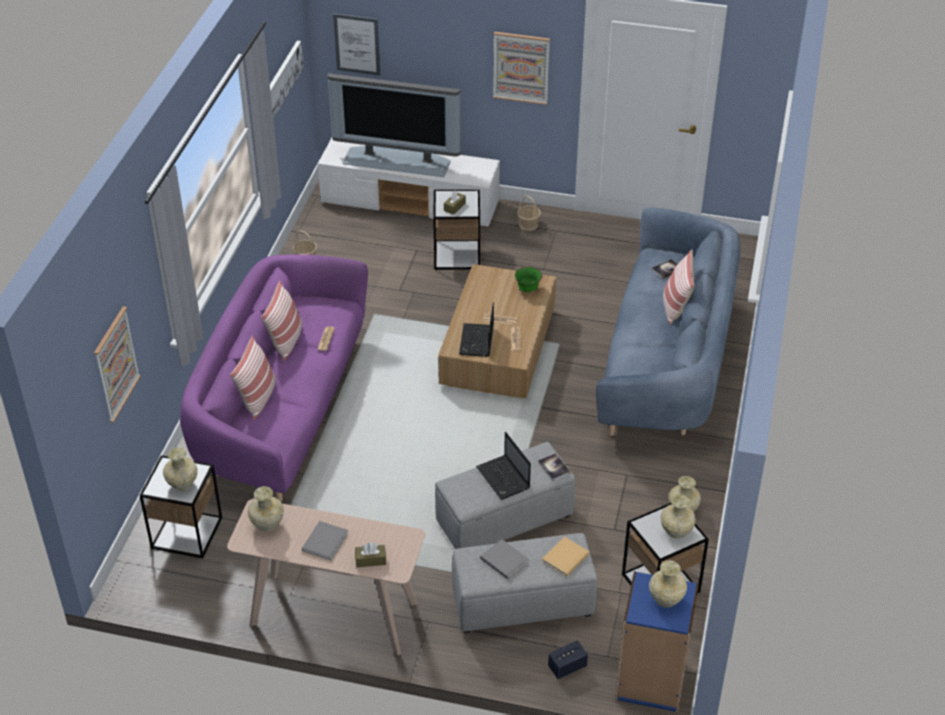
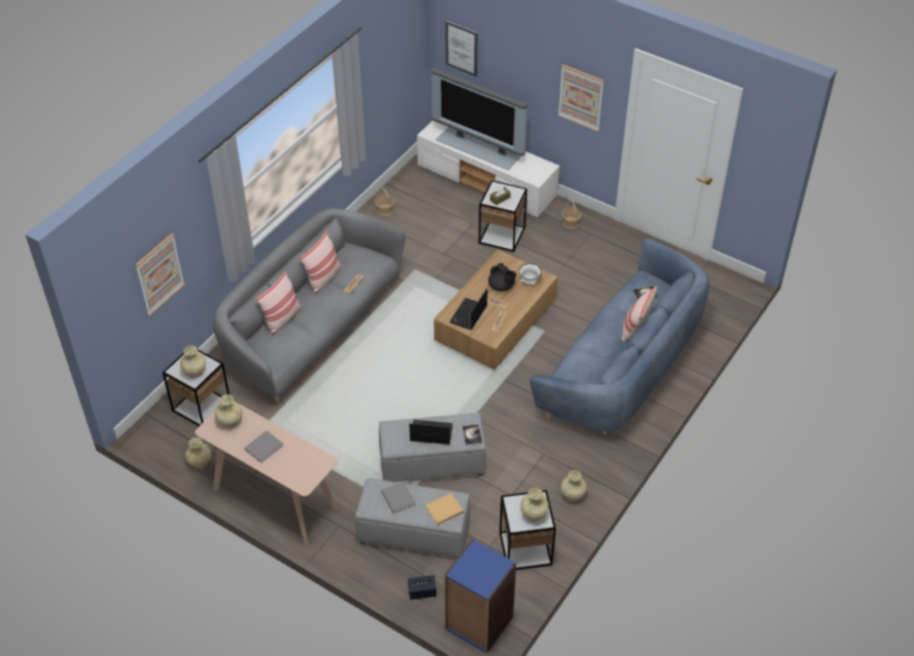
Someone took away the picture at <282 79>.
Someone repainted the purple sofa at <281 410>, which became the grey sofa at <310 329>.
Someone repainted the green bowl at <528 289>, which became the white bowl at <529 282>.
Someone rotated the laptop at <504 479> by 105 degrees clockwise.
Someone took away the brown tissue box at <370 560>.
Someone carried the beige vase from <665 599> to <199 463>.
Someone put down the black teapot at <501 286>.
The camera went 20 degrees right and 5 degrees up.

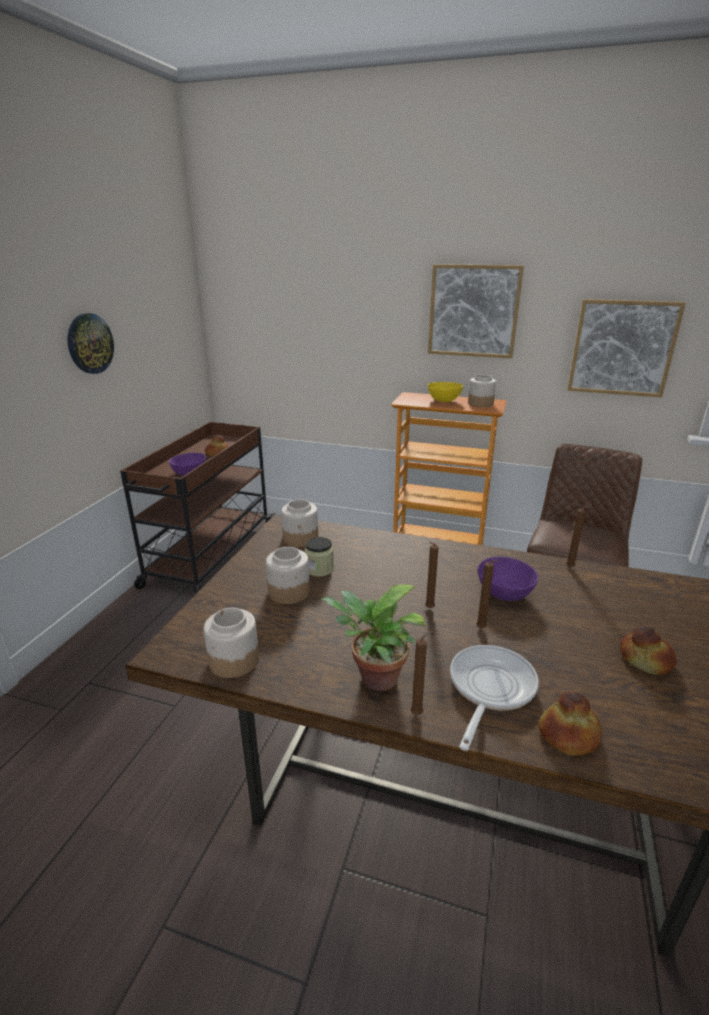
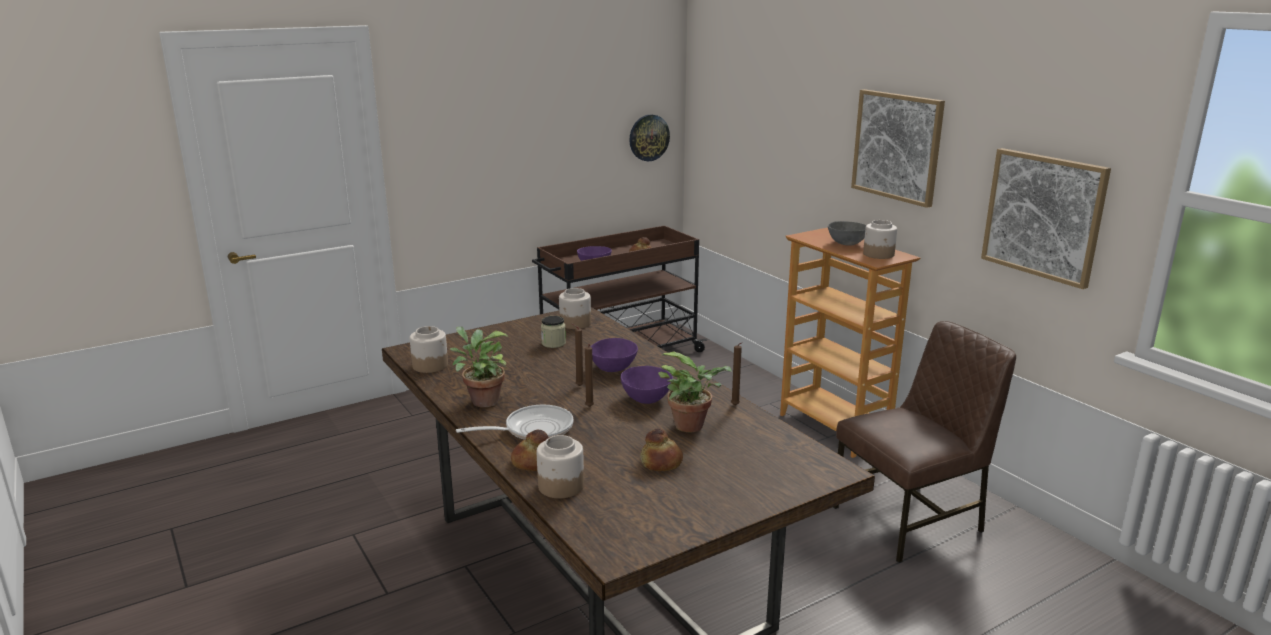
Someone carried the wall clock from <90 343> to <648 137>.
Someone repainted the yellow bowl at <444 401>, which became the grey bowl at <846 244>.
Someone carried the jar from <288 592> to <560 486>.
Someone took away the brown candle at <418 713>.
Someone put down the purple bowl at <614 368>.
Someone put down the potted plant at <693 426>.
The camera went 40 degrees right and 5 degrees down.

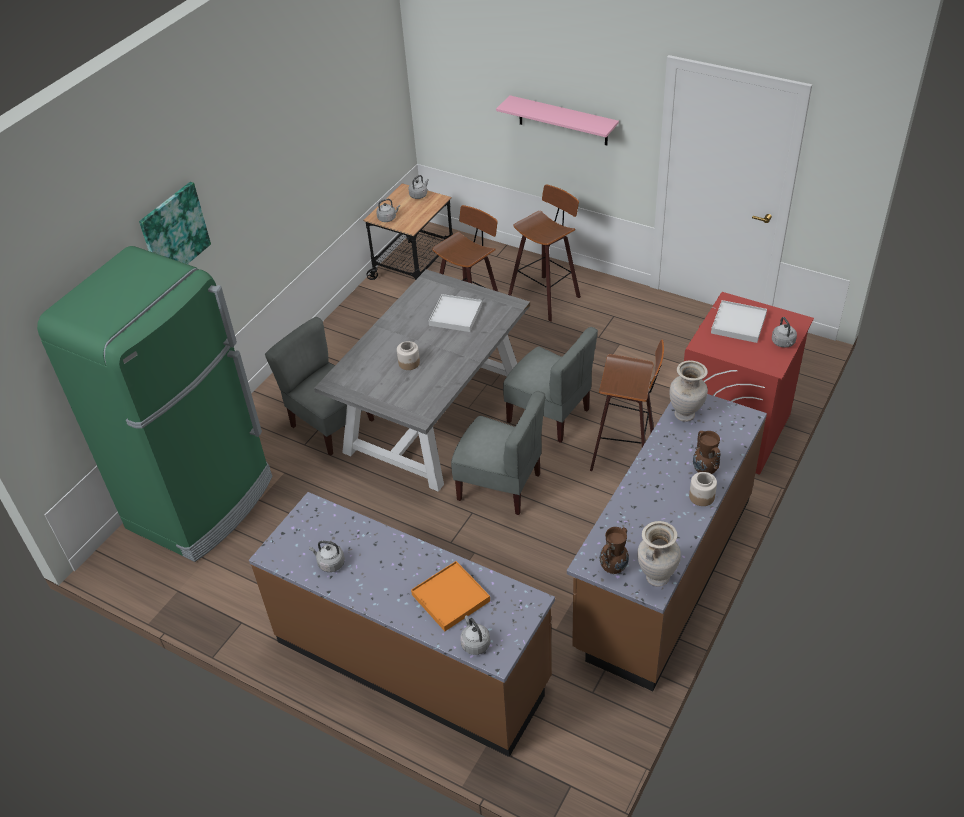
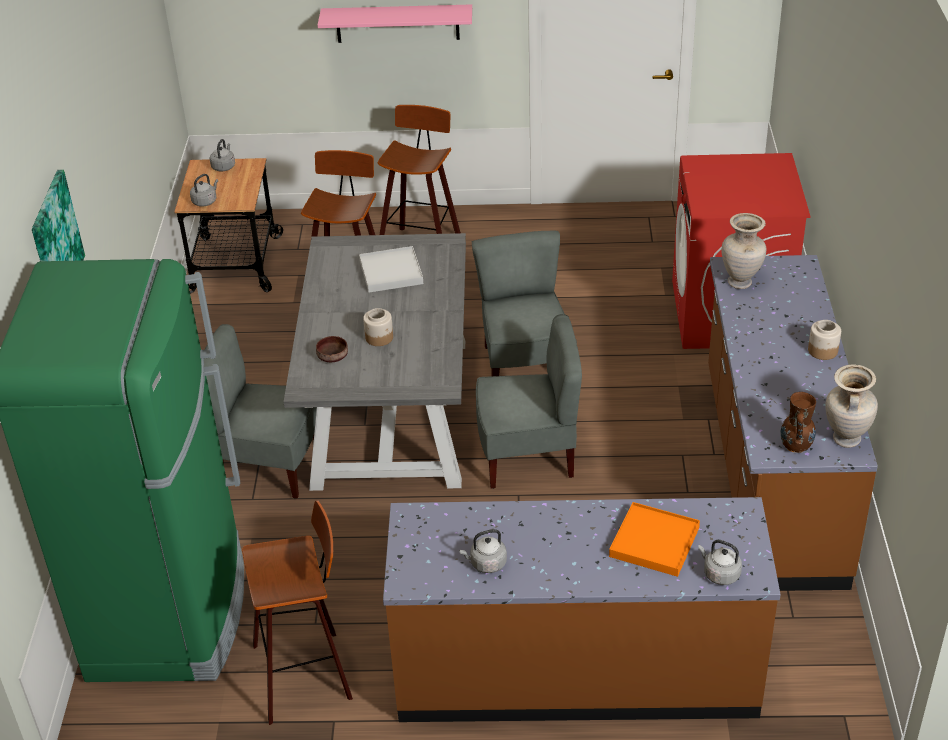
Someone took away the white tray at <738 324>.
Someone took away the grey kettle at <783 343>.
Someone rotated the grey chair at <549 415> by 105 degrees counterclockwise.
Someone carried the stool from <625 449> to <305 672>.
Someone took away the brown vase at <705 471>.
Someone put down the brown bowl at <333 356>.
The camera went 30 degrees left and 5 degrees down.

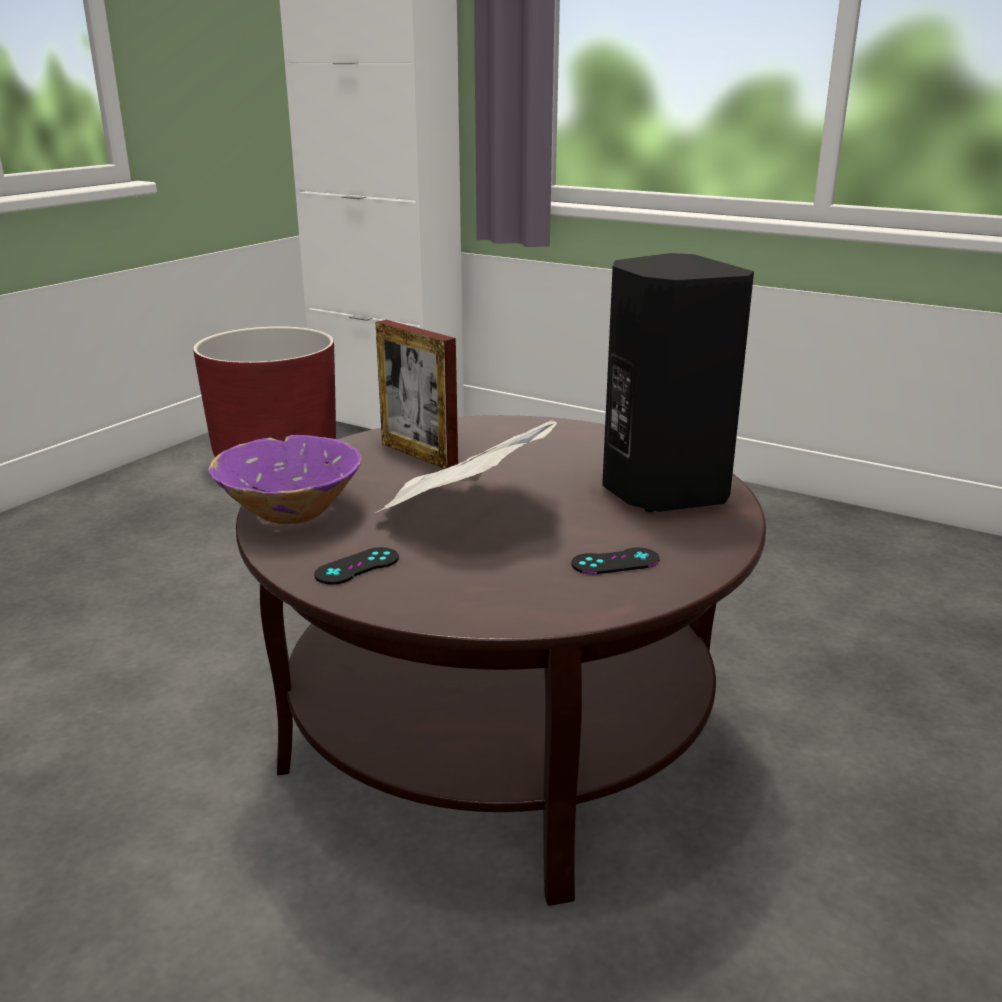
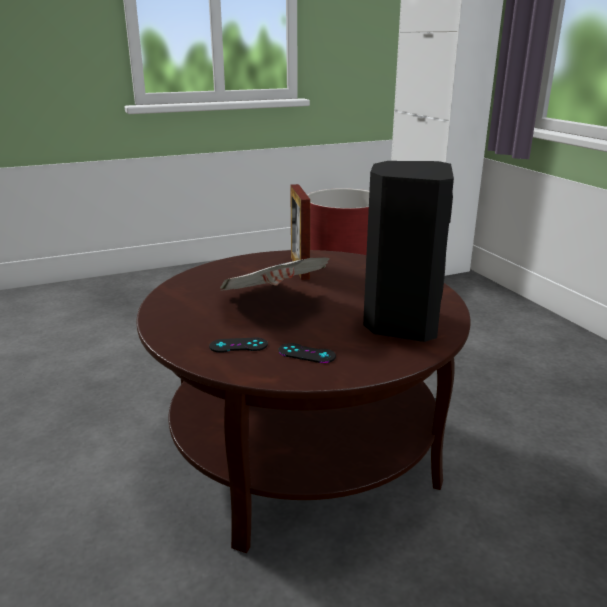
Someone took away the purple bowl at <291 513>.
Someone carried the black game controller from <357 566> to <238 345>.
The camera went 35 degrees right and 0 degrees up.

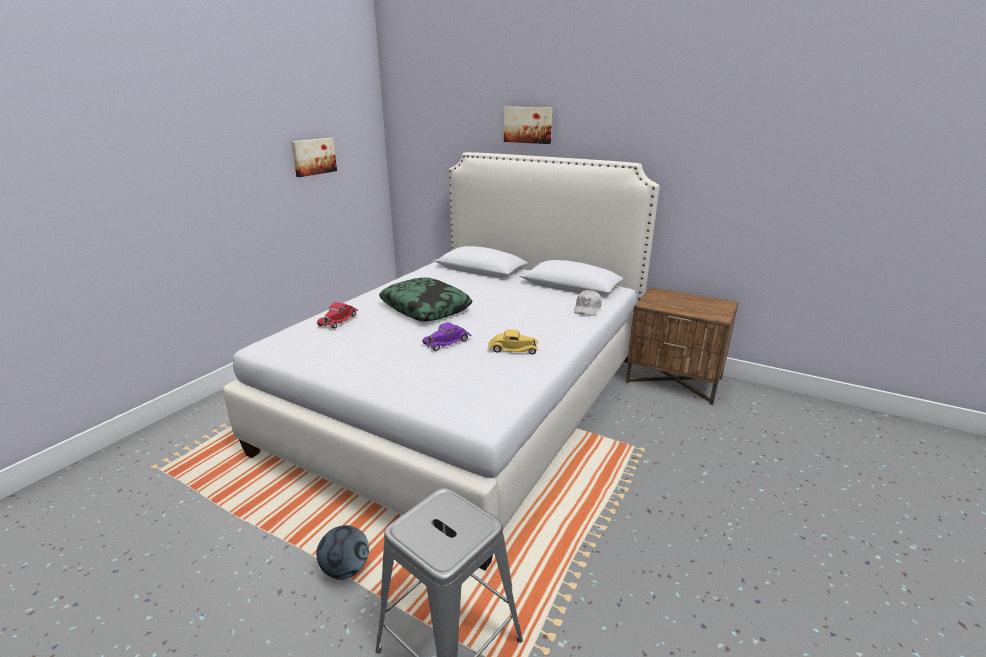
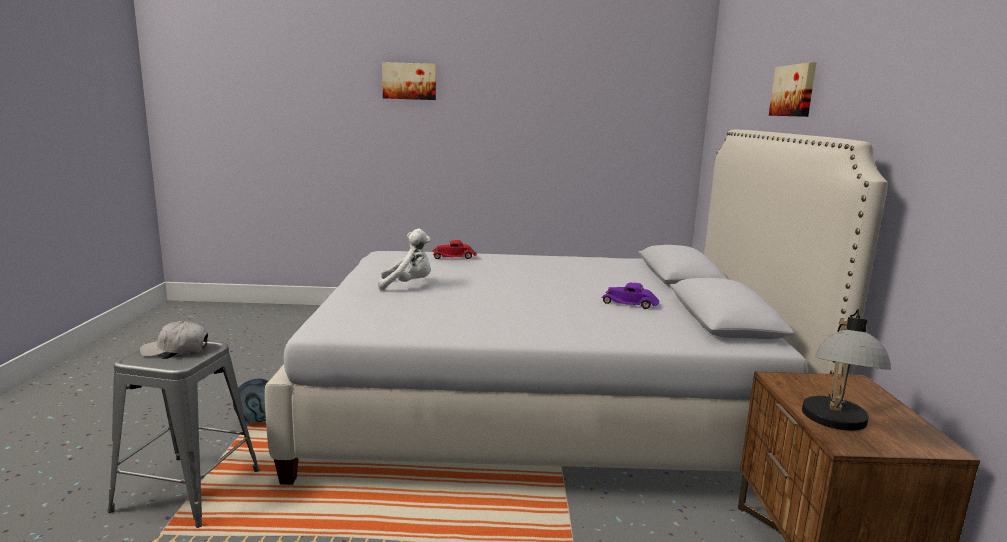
Someone carried the picture from <313 156> to <409 81>.
Someone took away the pillow at <426 308>.
Someone carried the white cap from <587 309> to <176 350>.
Someone carried the purple toy car from <447 341> to <630 303>.
Someone took away the yellow toy car at <513 348>.
Someone put down the white plush toy at <408 285>.
Someone put down the table lamp at <836 423>.
The camera went 60 degrees right and 10 degrees down.

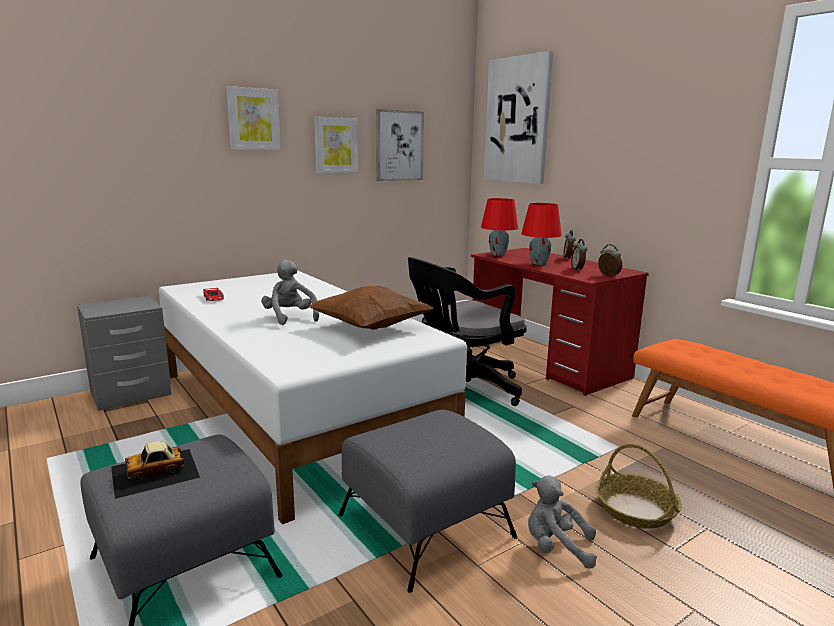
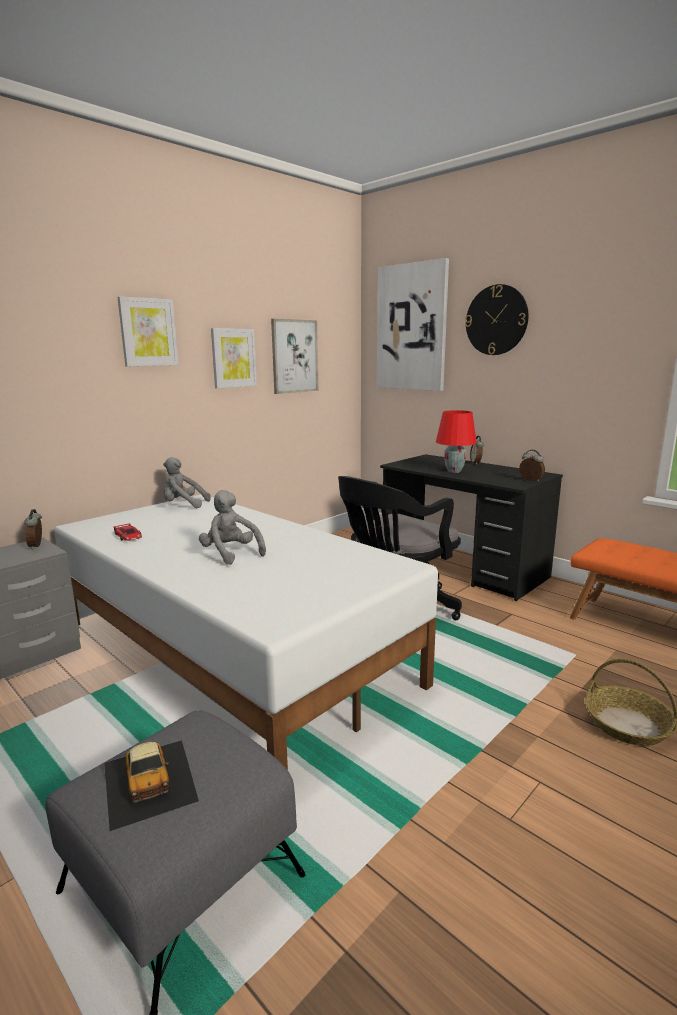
Someone took away the red table lamp at <497 255>.
Someone carried the alarm clock from <578 269> to <37 546>.
Someone repainted the red desk at <546 362>, which became the black desk at <462 567>.
Someone took away the brown pillow at <370 327>.
Someone took away the grey ottoman at <426 526>.
Someone rotated the toy car at <155 472> by 75 degrees counterclockwise.
Someone carried the grey plush toy from <556 548> to <183 505>.
Someone put up the wall clock at <496 320>.
The camera went 10 degrees left and 0 degrees up.

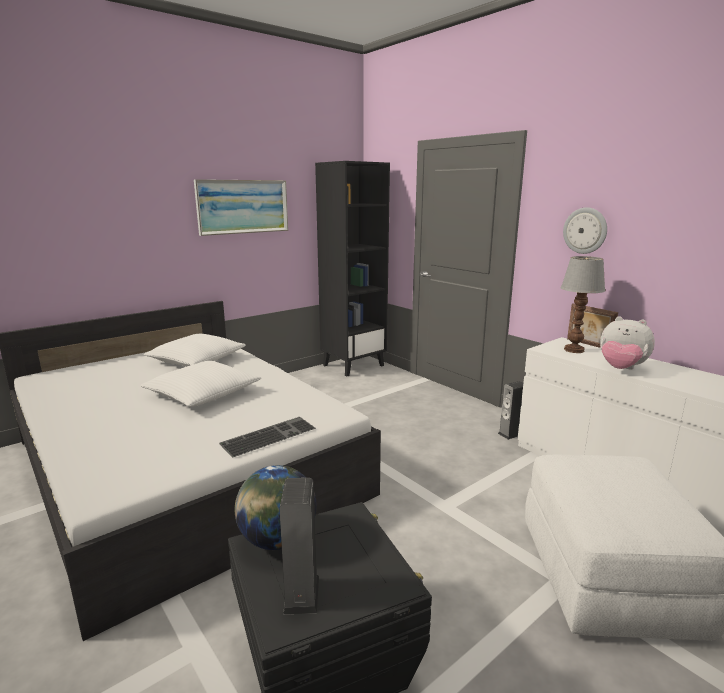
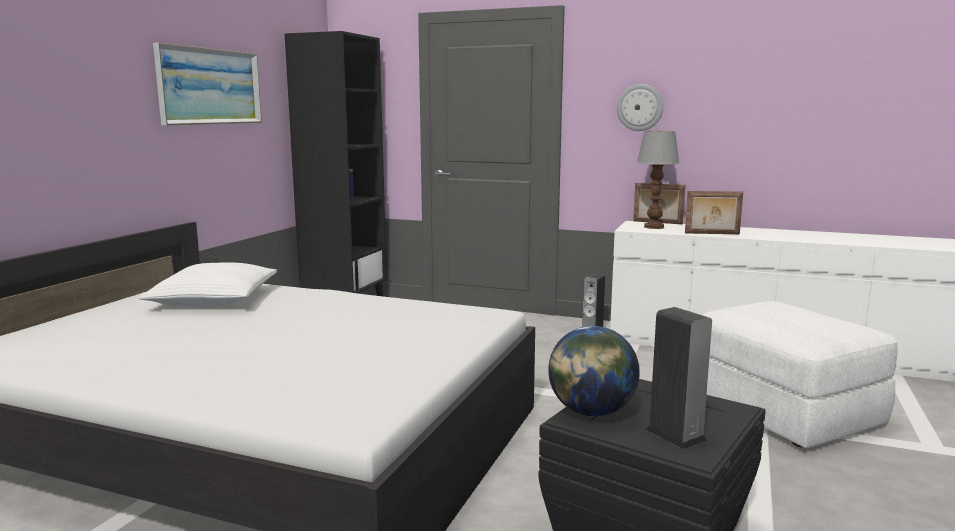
Someone swapped the plush toy at <621 369> for the picture frame at <712 234>.
Someone took away the white pillow at <202 394>.
Someone took away the keyboard at <269 435>.
The camera went 30 degrees left and 5 degrees down.

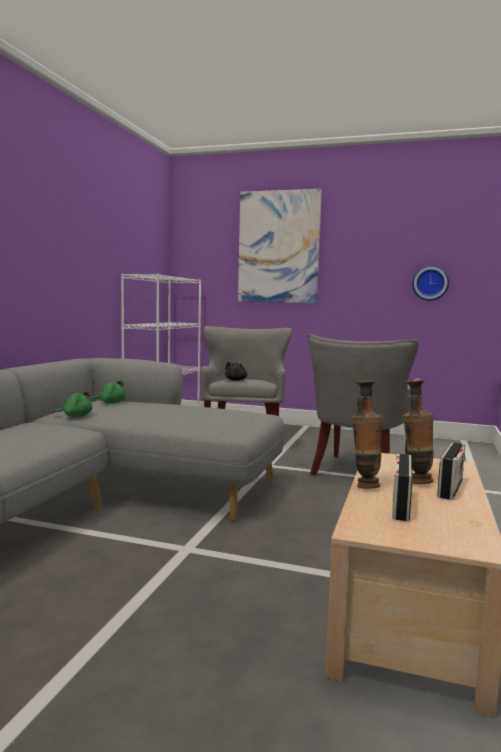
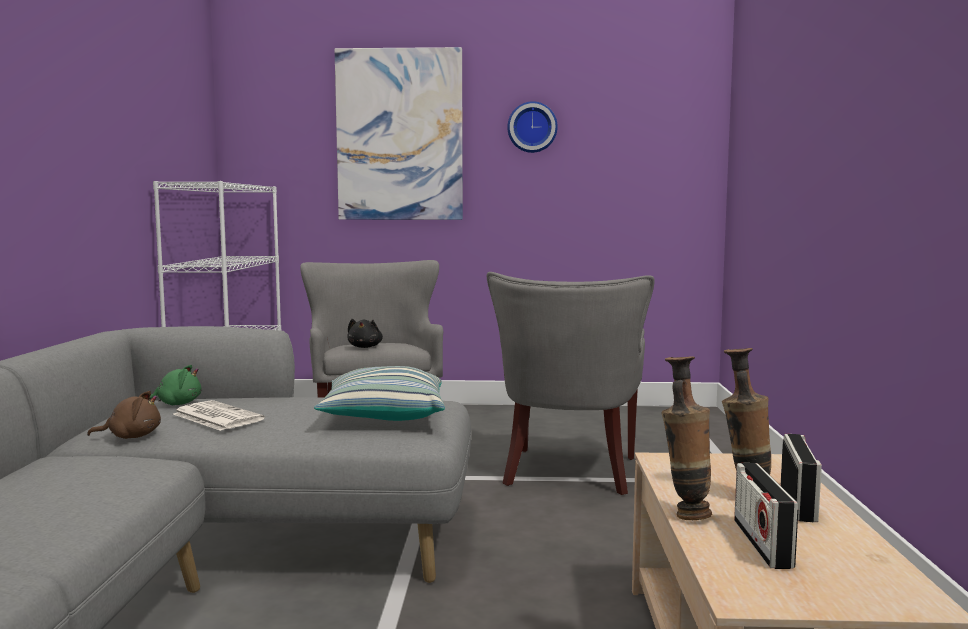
Someone carried the wall clock from <430 283> to <532 127>.
Someone repainted the green plush toy at <75 416>, which became the brown plush toy at <131 437>.
Someone put down the pillow at <383 416>.
Someone put down the newspaper at <216 417>.
The camera went 15 degrees left and 0 degrees up.

